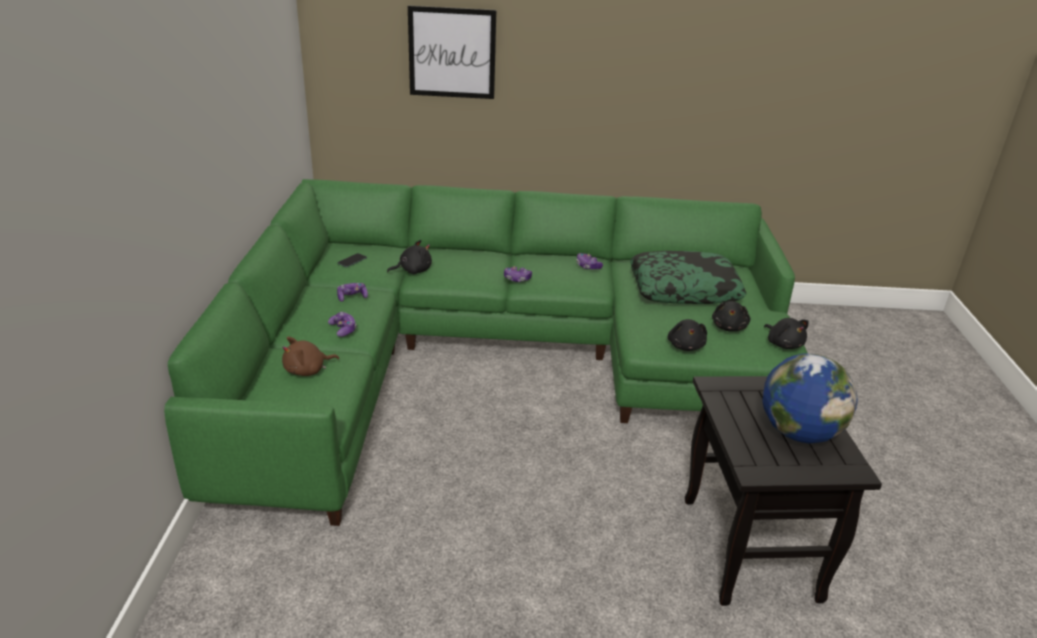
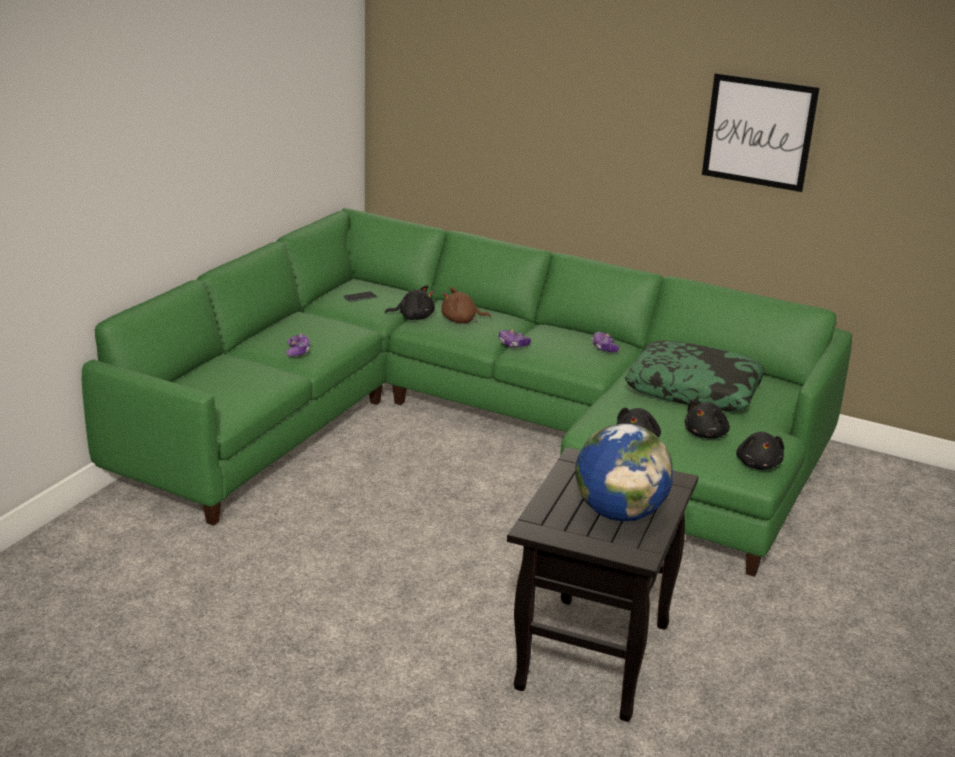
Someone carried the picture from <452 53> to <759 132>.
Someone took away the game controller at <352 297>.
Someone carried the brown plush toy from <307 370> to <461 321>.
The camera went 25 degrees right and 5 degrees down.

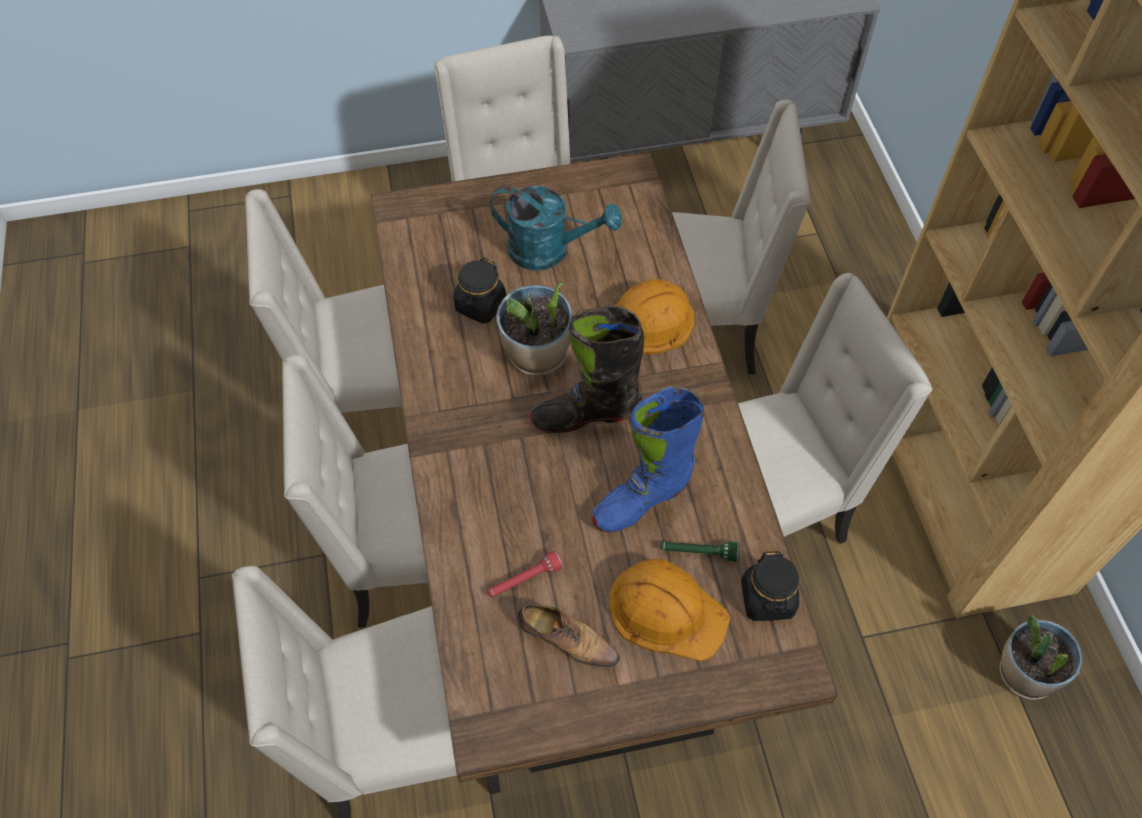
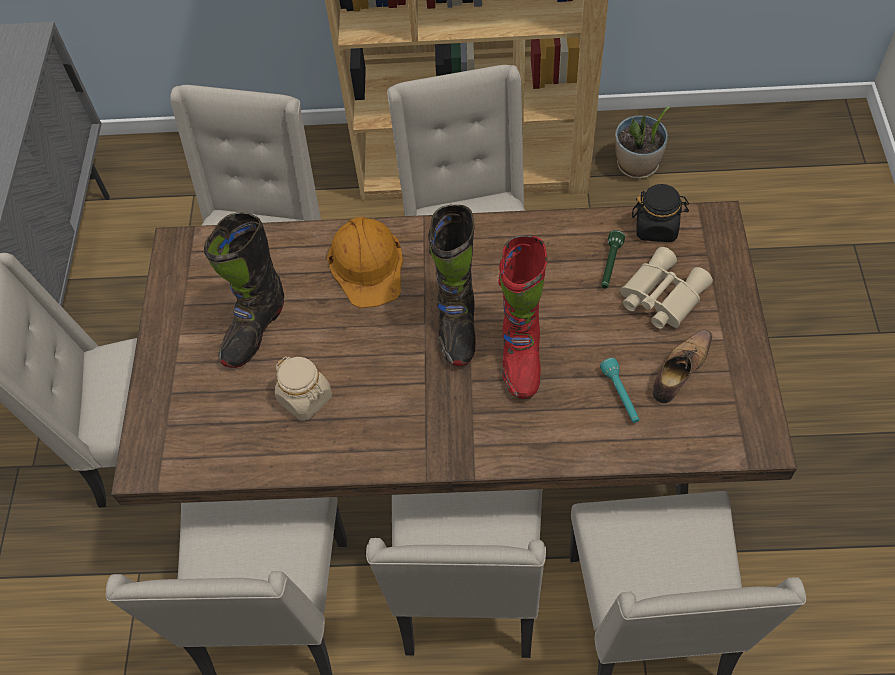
Someone swapped the turquoise watering can at <549 251> for the black boot at <254 329>.
Someone repainted the black jar at <480 305>, which became the beige jar at <305 398>.
Someone took away the potted plant at <537 355>.
Someone took away the blue boot at <642 499>.
Someone repainted the red flashlight at <524 580>, which became the turquoise flashlight at <620 395>.
Someone swapped the orange hard hat at <666 610> for the beige binoculars at <660 296>.
Someone put down the red boot at <520 356>.
The camera went 75 degrees left and 0 degrees up.

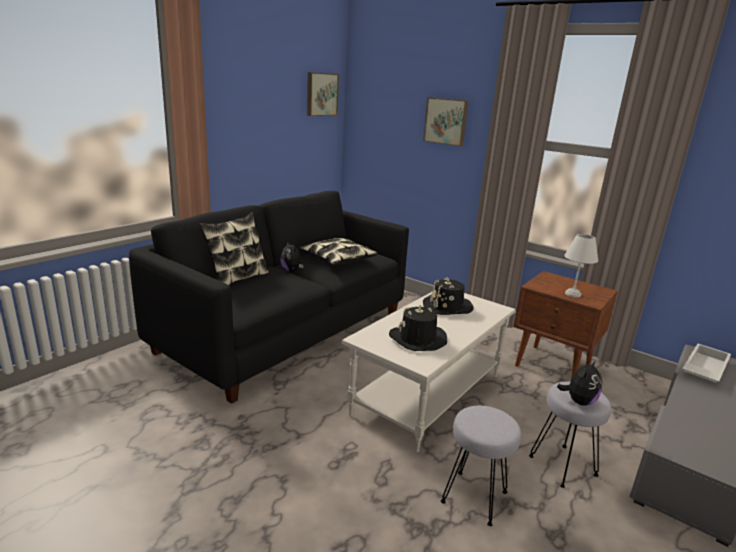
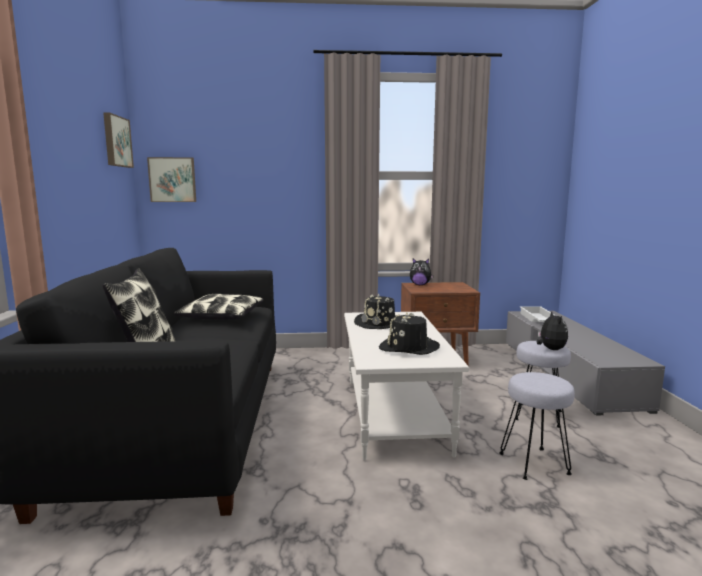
Someone carried the picture from <446 121> to <172 180>.
Someone took away the white table lamp at <572 294>.
Someone carried the plush toy from <292 271> to <420 285>.
The camera went 40 degrees left and 10 degrees down.

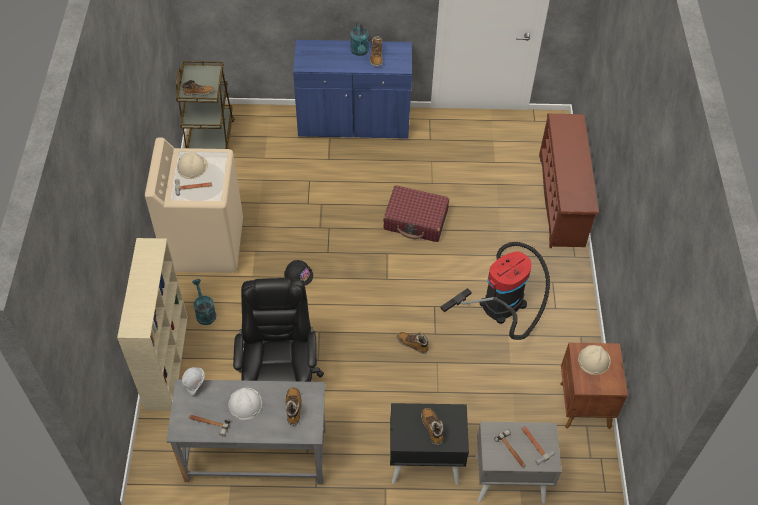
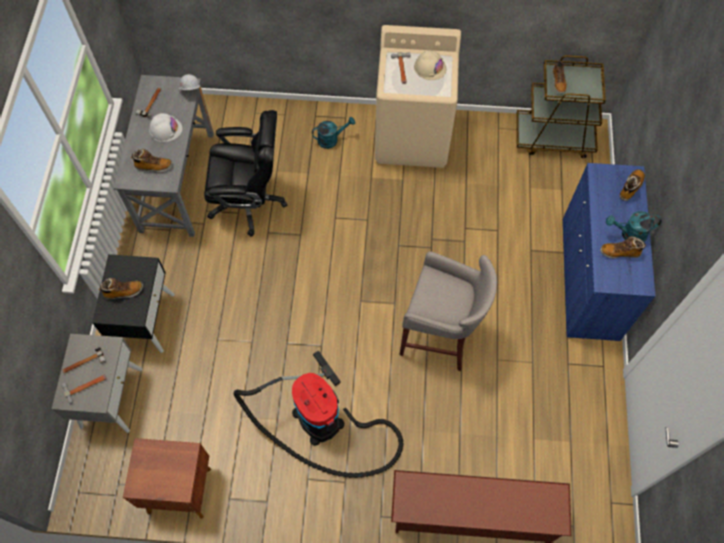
Someone swapped the red suitcase at <416 220> for the grey stool at <440 336>.
Someone took away the beige bookcase at <167 361>.
Someone took away the black hard hat at <298 274>.
Someone carried the boot from <413 344> to <631 187>.
Someone took away the beige hard hat at <594 360>.
The camera went 95 degrees right and 10 degrees up.

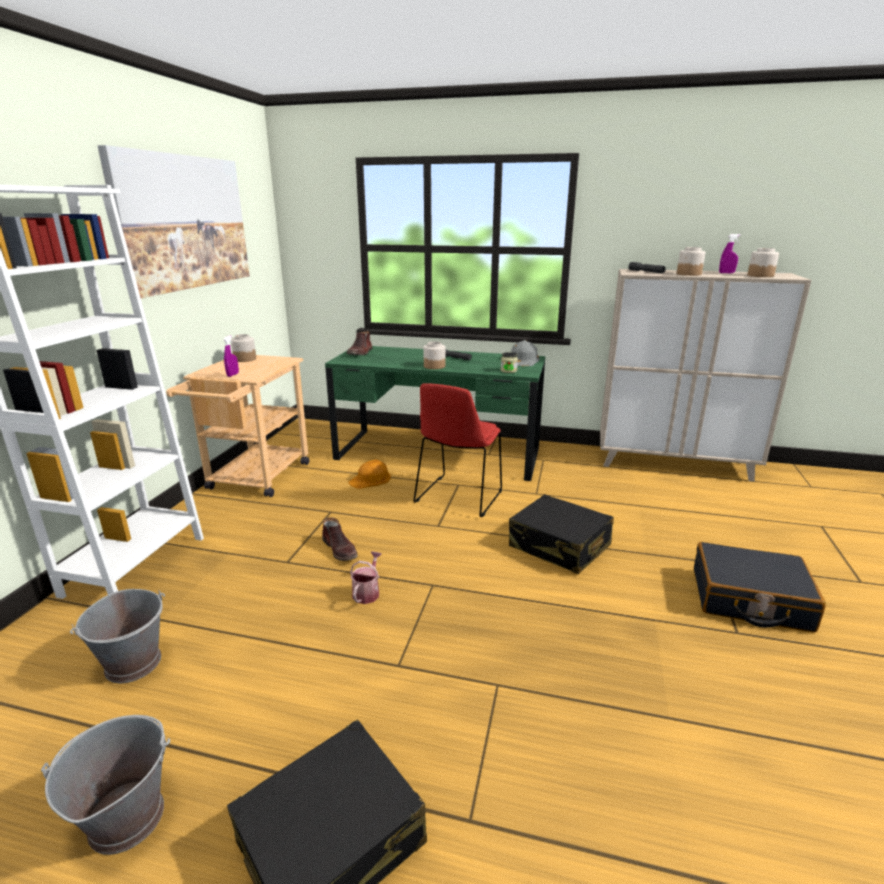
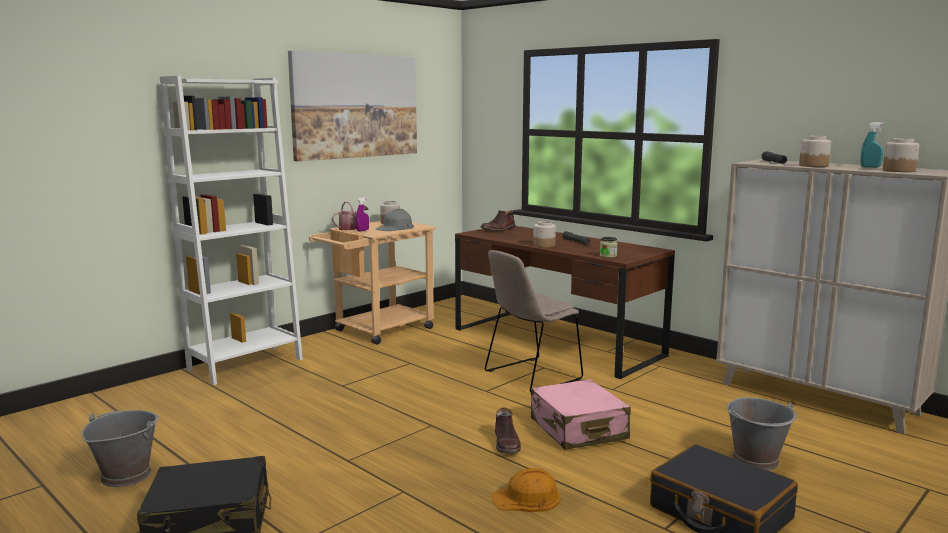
Someone repainted the purple spray bottle at <726 273>, which became the turquoise spray bottle at <870 167>.
Someone carried the grey hard hat from <523 360> to <395 227>.
Someone repainted the green desk at <437 454>, which became the brown desk at <555 342>.
Someone repainted the red chair at <458 498>, which became the beige chair at <530 376>.
Someone carried the orange hard hat from <370 479> to <527 498>.
Someone repainted the black suitcase at <559 546>, which became the pink suitcase at <578 429>.
Someone carried the brown boot from <340 549> to <507 444>.
Someone carried the watering can from <367 592> to <350 228>.
Someone carried the grey bucket from <134 663> to <756 460>.
The camera went 30 degrees right and 10 degrees down.

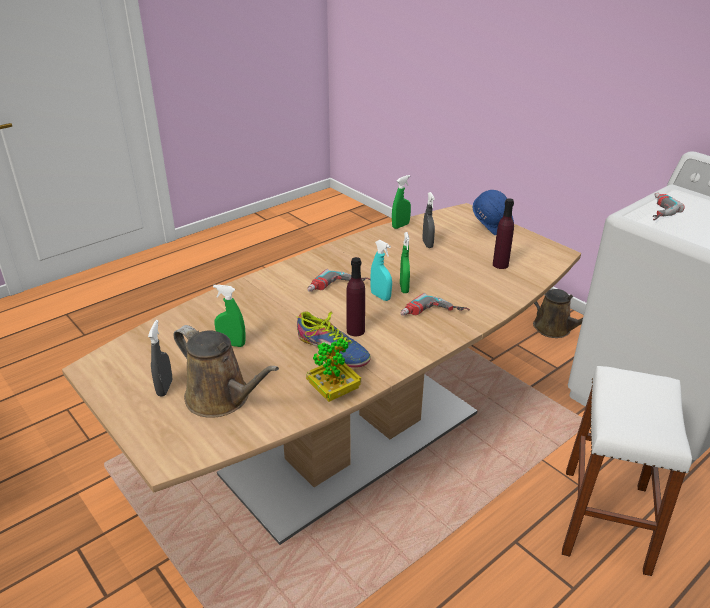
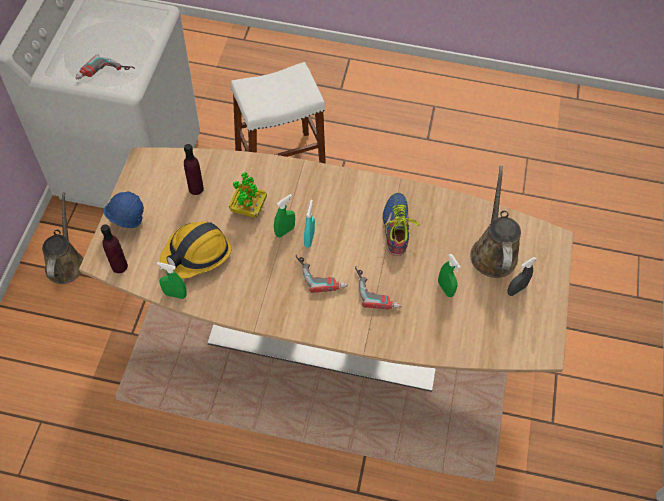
Someone swapped the grey spray bottle at <427 244> for the hard hat at <197 254>.
Someone carried the purple bottle from <355 331> to <119 266>.
Someone carried the power drill from <433 315> to <377 289>.
Someone carried the potted plant from <333 392> to <248 208>.
The camera went 130 degrees left and 25 degrees up.

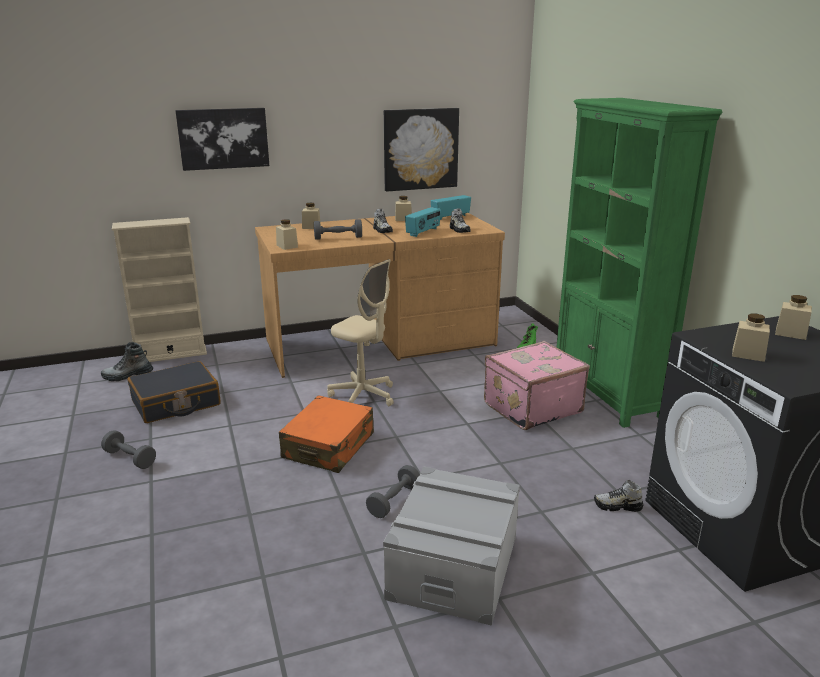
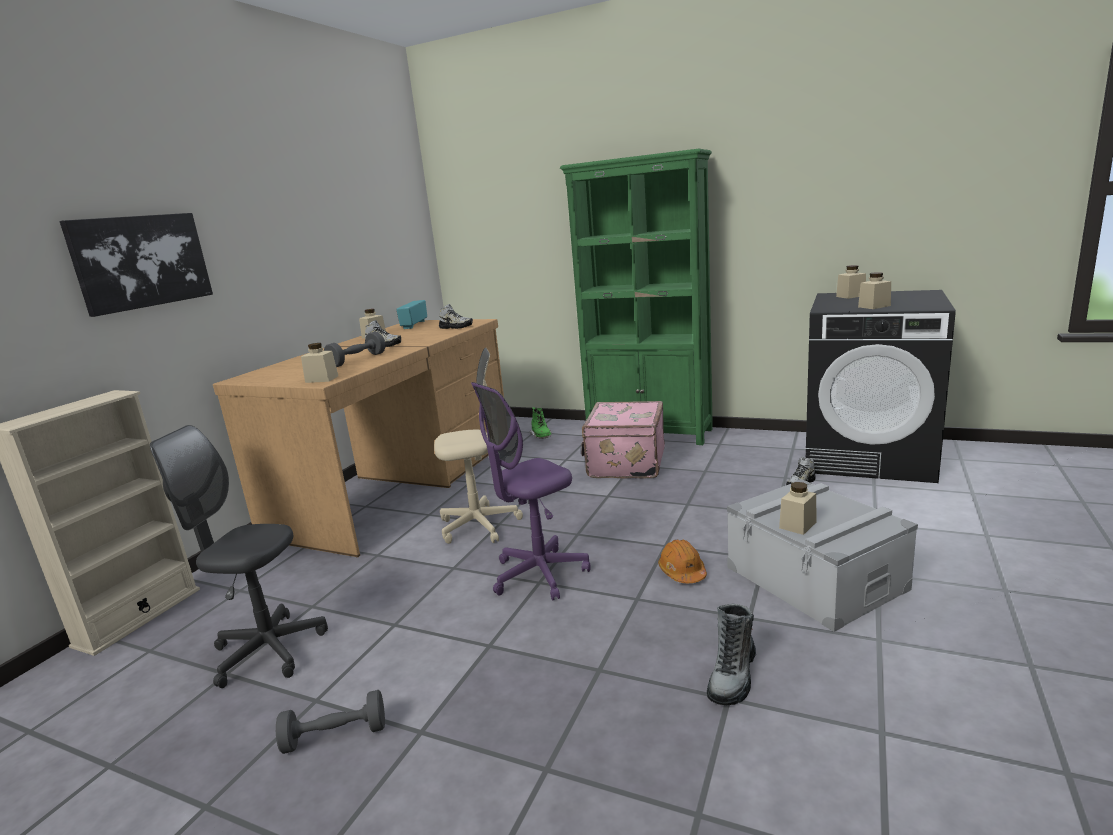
Someone took away the picture at <420 149>.
Someone carried the beige jar from <311 227> to <797 525>.
Someone took away the radio at <423 232>.
Someone carried the boot from <128 376> to <733 676>.
Someone swapped the black suitcase at <176 403> for the grey office chair at <268 651>.
Someone swapped the orange suitcase at <329 446> for the purple office chair at <539 574>.
Someone swapped the grey dumbbell at <394 501> for the orange hard hat at <682 572>.
The camera went 45 degrees left and 5 degrees down.

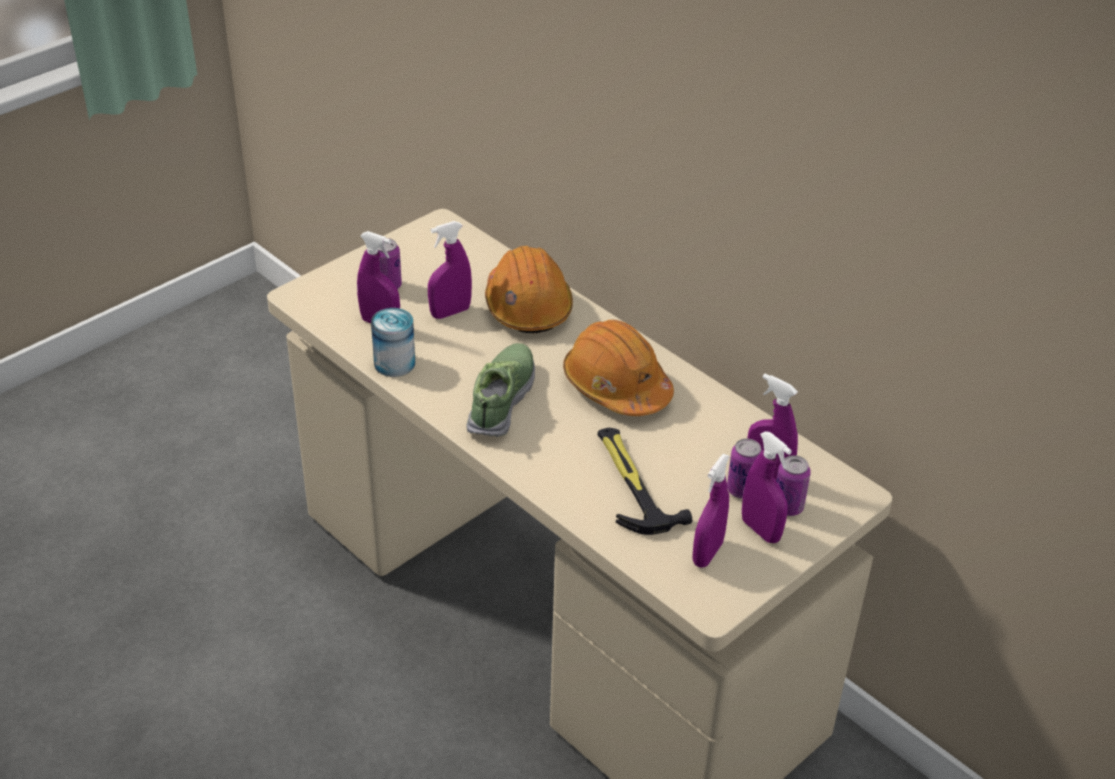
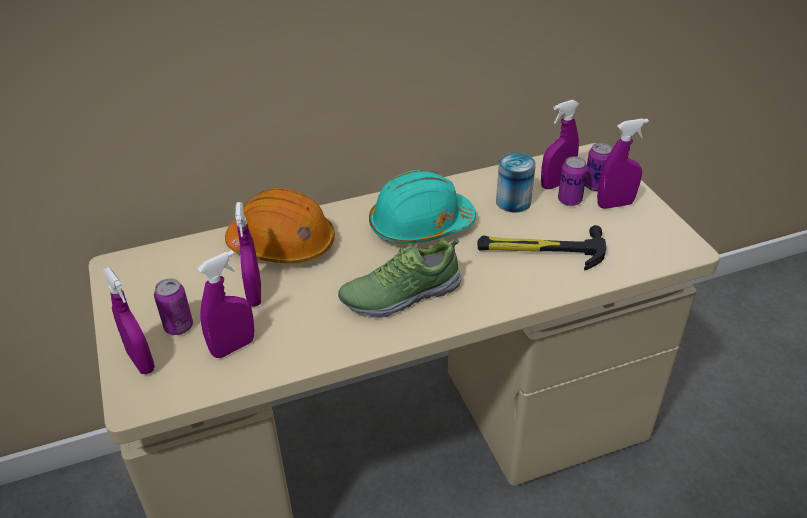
Someone carried the can from <394 363> to <513 201>.
Someone repainted the orange hard hat at <616 386>, which became the turquoise hard hat at <420 225>.
Someone rotated the shoe at <502 400> by 60 degrees counterclockwise.
Someone carried the purple spray bottle from <707 553> to <141 361>.
The camera went 65 degrees left and 0 degrees up.

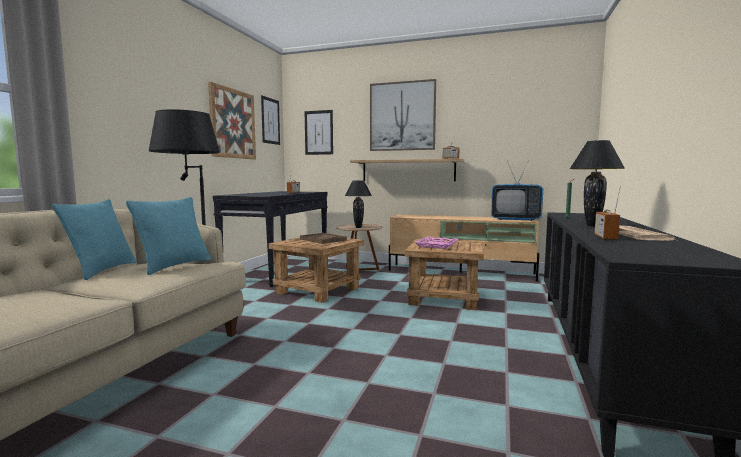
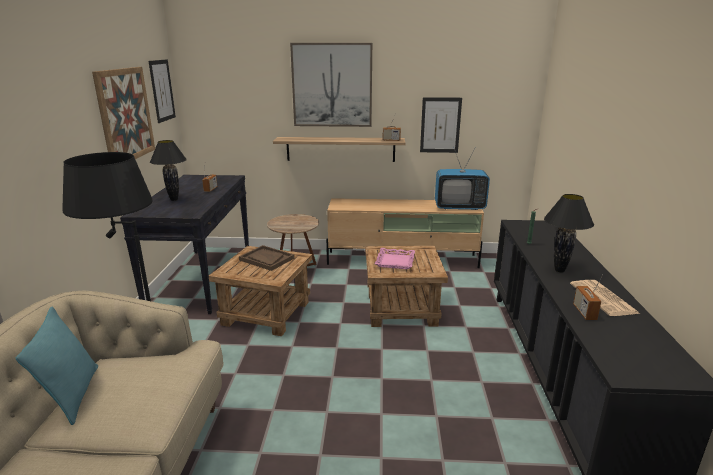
Someone carried the picture from <319 132> to <440 125>.
Someone carried the black table lamp from <358 227> to <174 200>.
Someone took away the turquoise pillow at <174 266>.
The camera went 15 degrees left and 15 degrees up.

